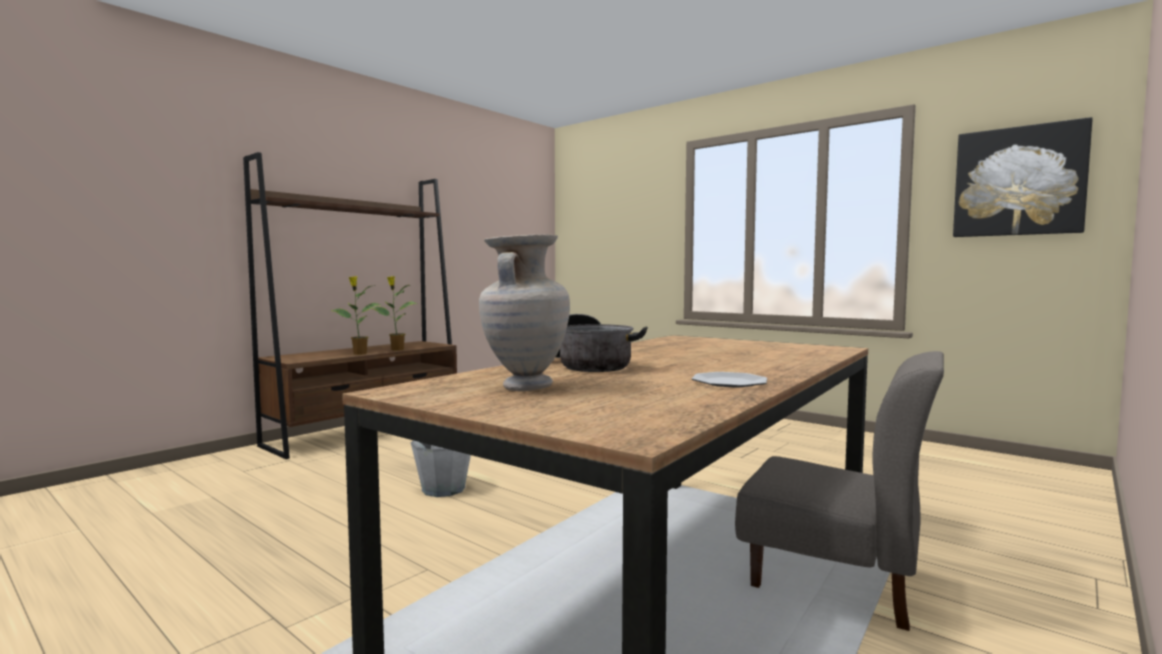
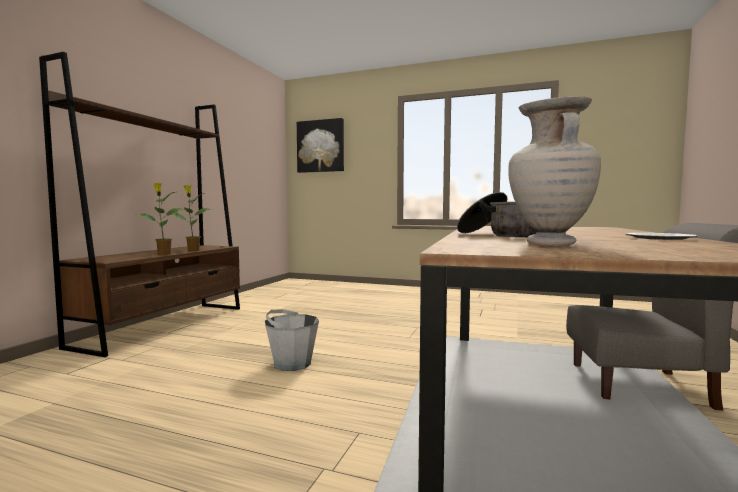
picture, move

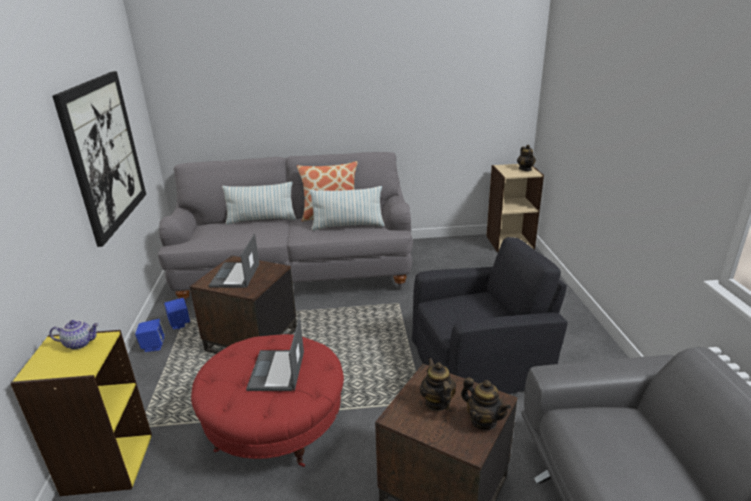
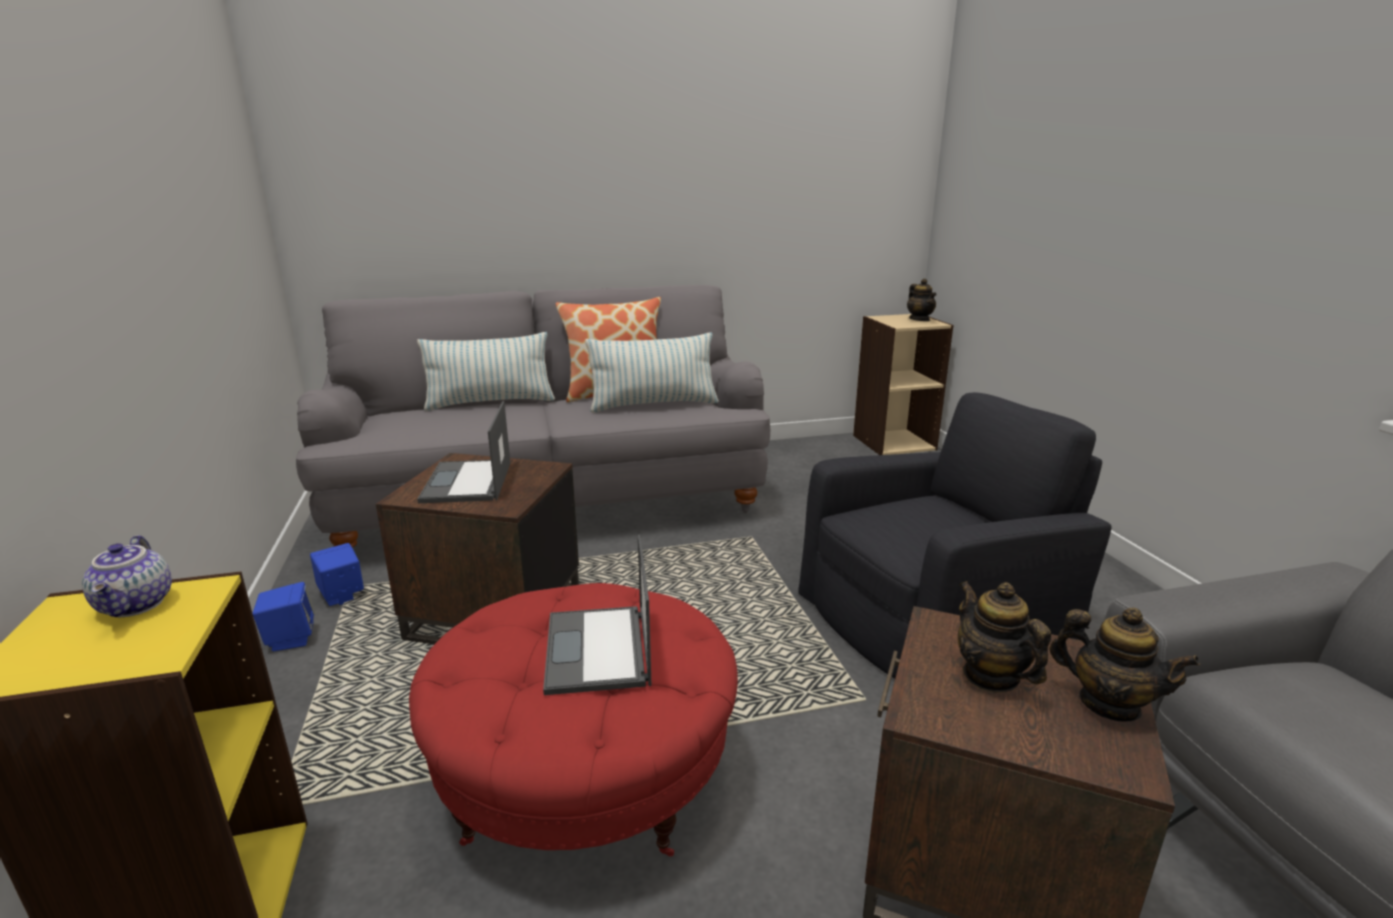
teapot (1st from left), 90 degrees clockwise
picture -> none

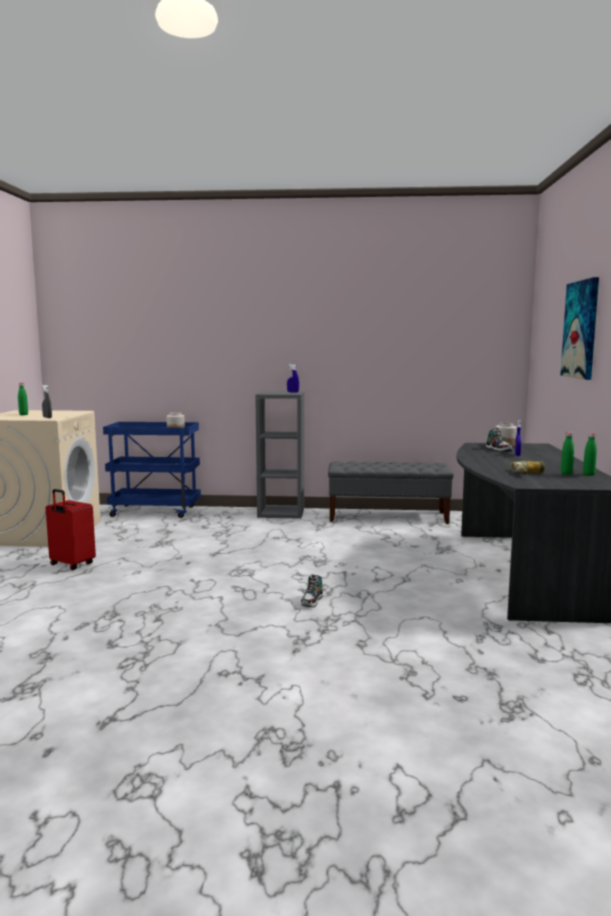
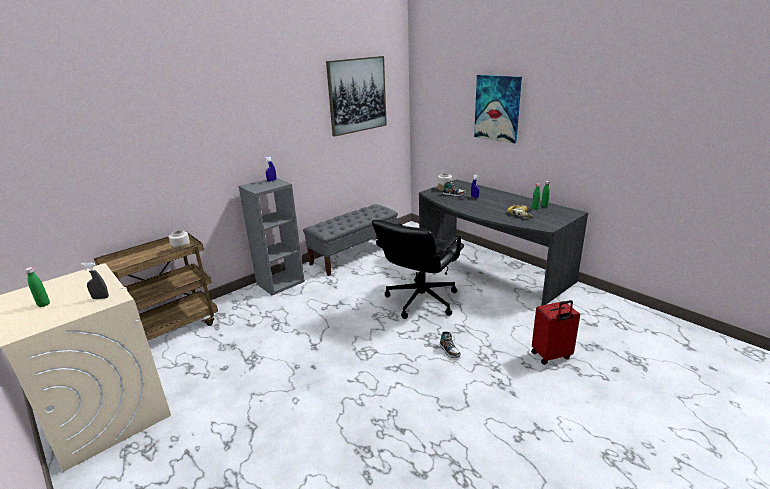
red suitcase, move
blue cart -> brown cart
none -> picture (1st from left)
none -> black office chair

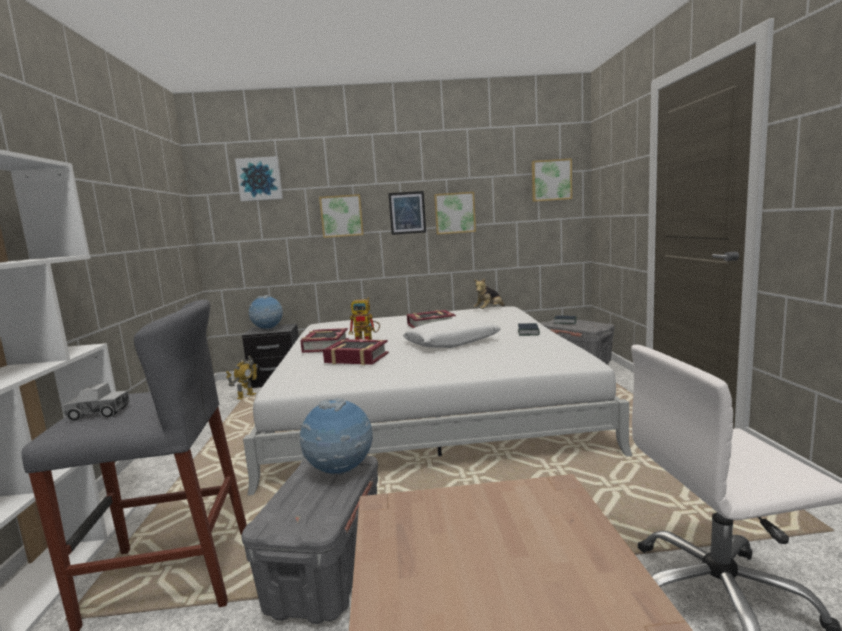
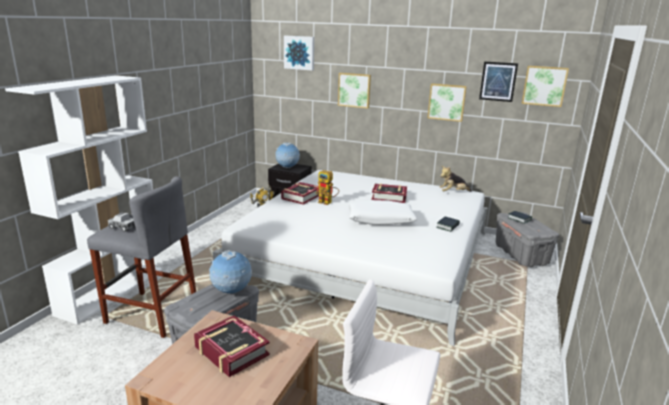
book (2nd from left in the first image) -> book (1st from left), move
picture (3rd from left in the first image) -> picture (4th from left), move

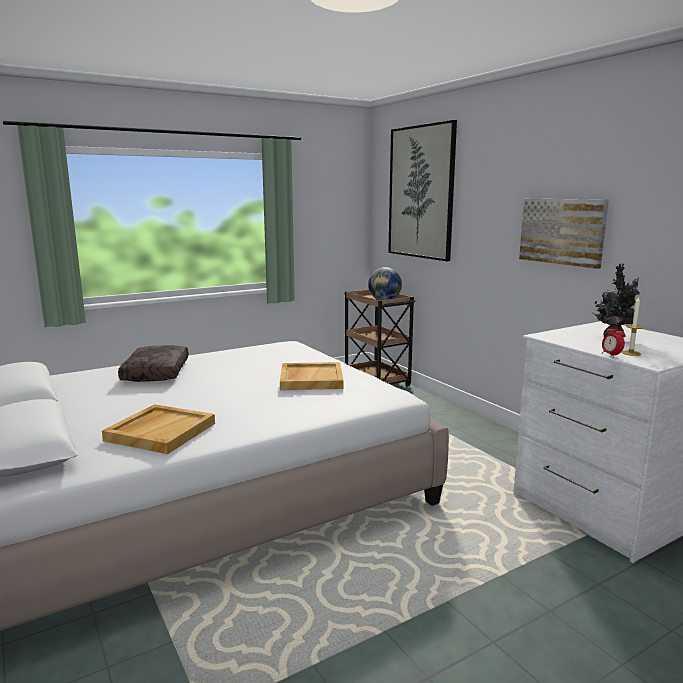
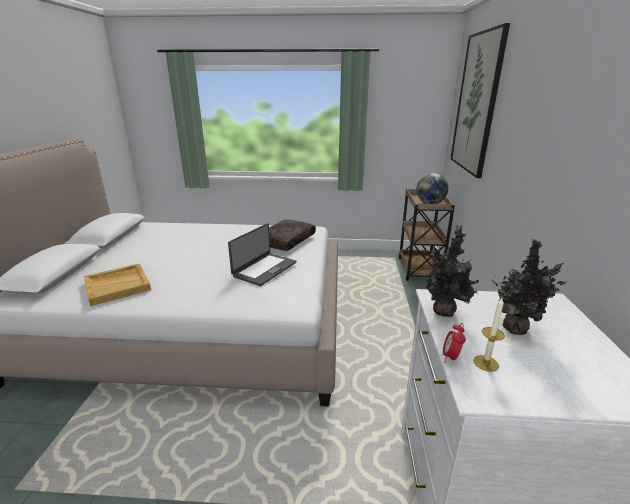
brown pillow, move
beige tray (2nd from left) -> laptop
picture (2nd from left) -> none
none -> potted plant (1st from left)

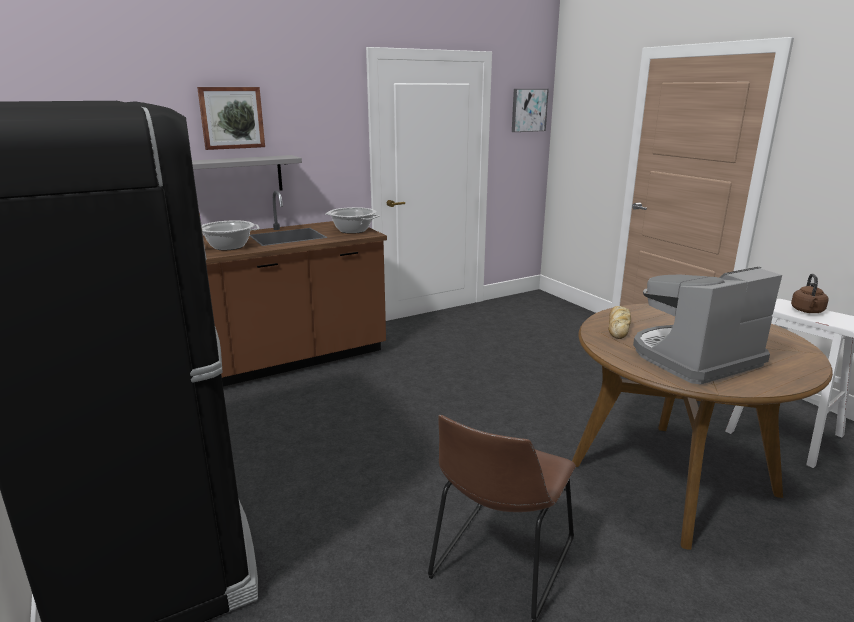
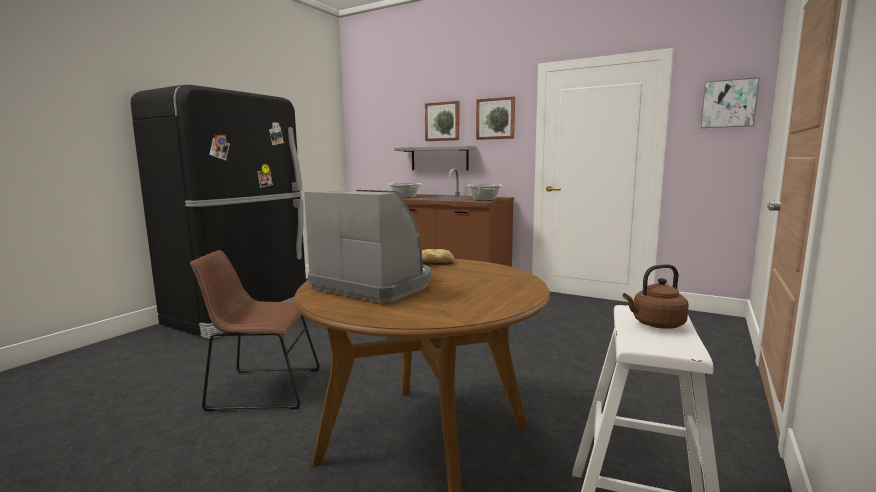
none -> picture (2nd from left)

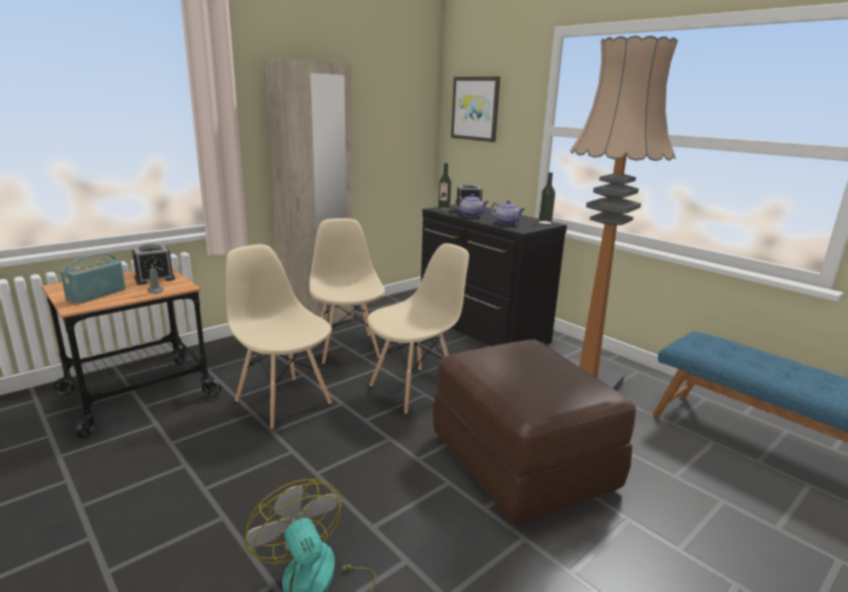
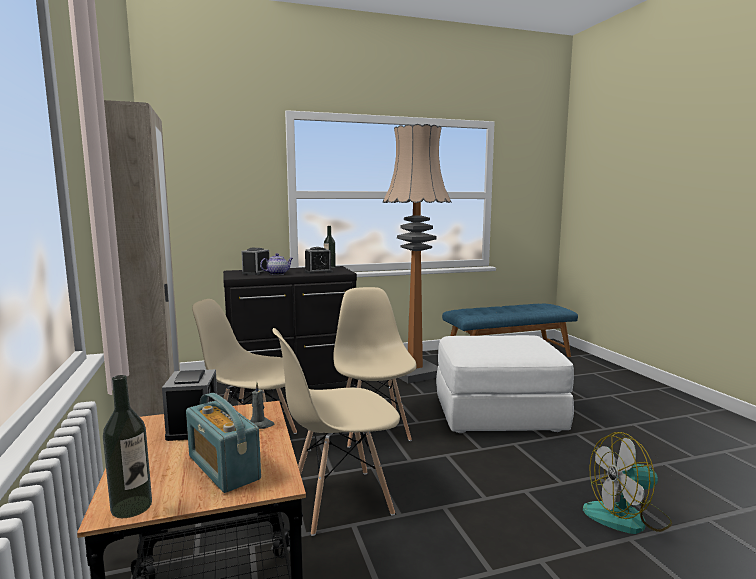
brown ottoman -> white ottoman
bottle (1st from left), move
picture -> none
teapot (2nd from left) -> alarm clock (3rd from left)

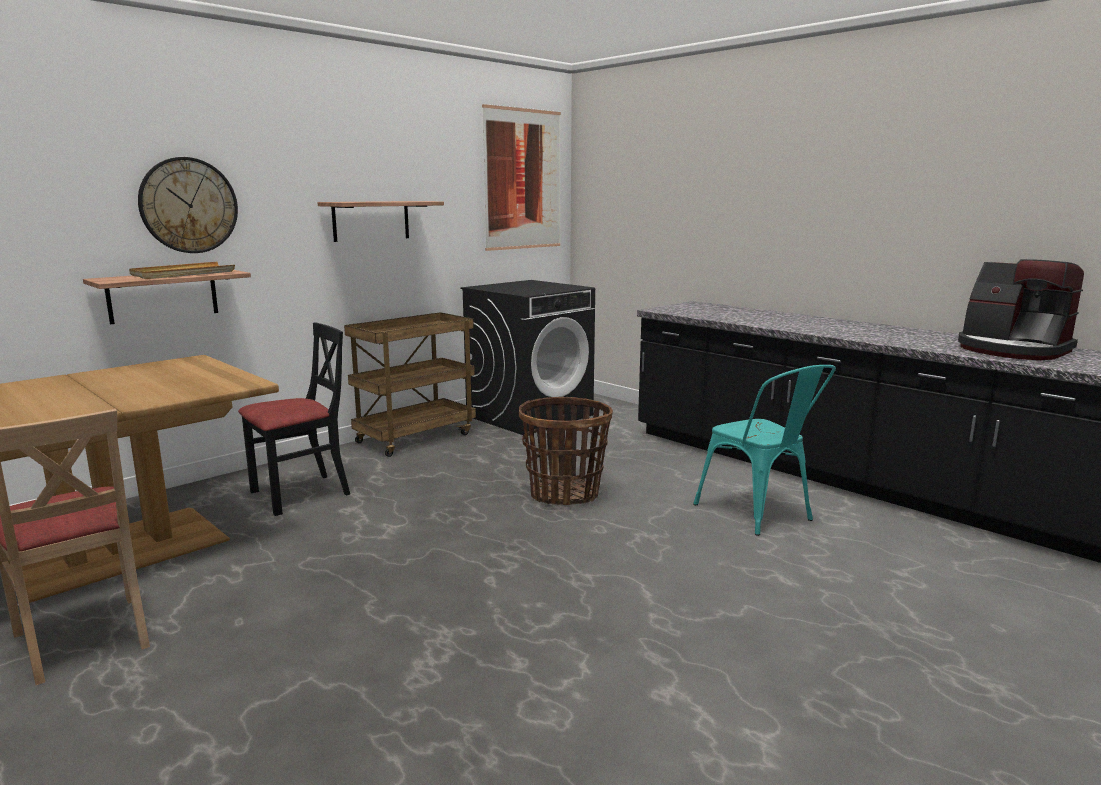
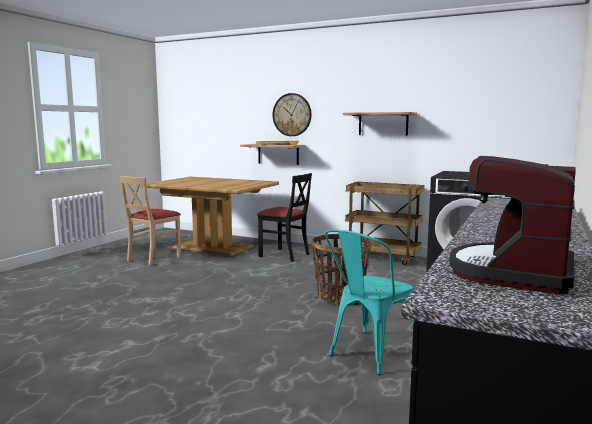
picture -> none

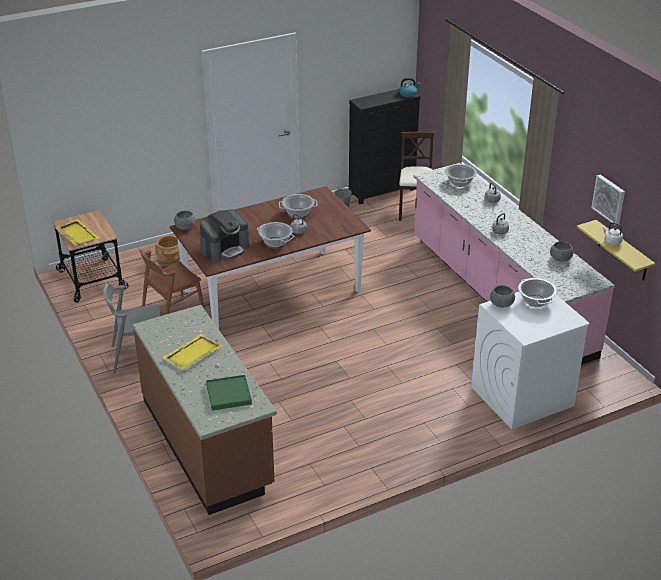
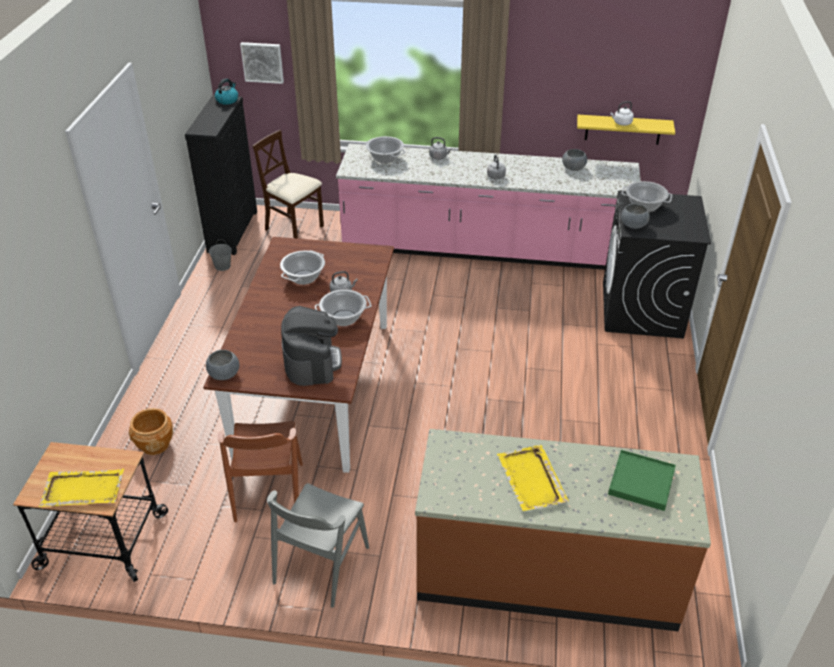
white washing machine -> black washing machine
picture, move

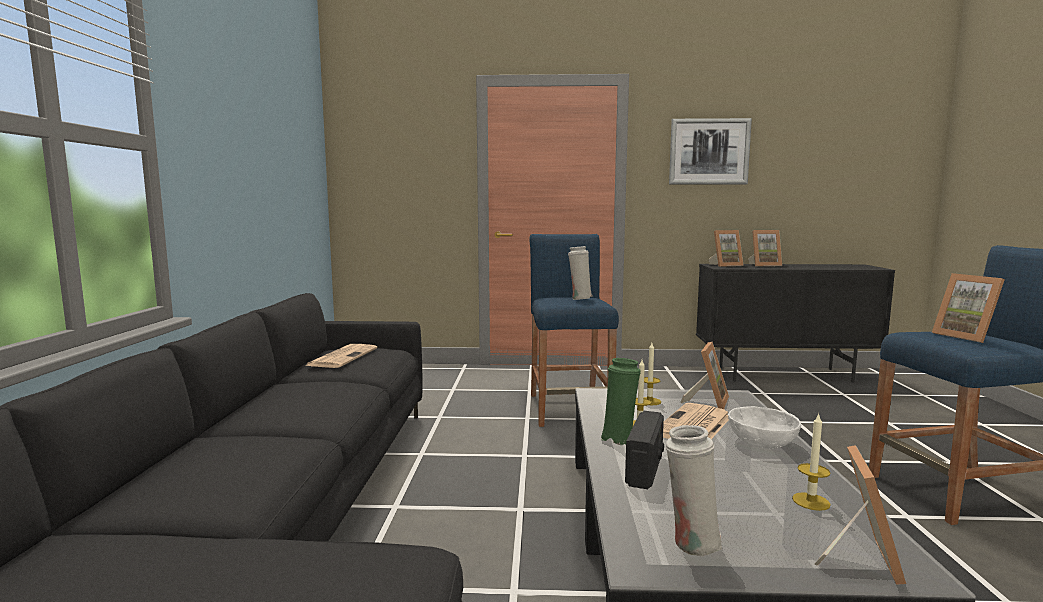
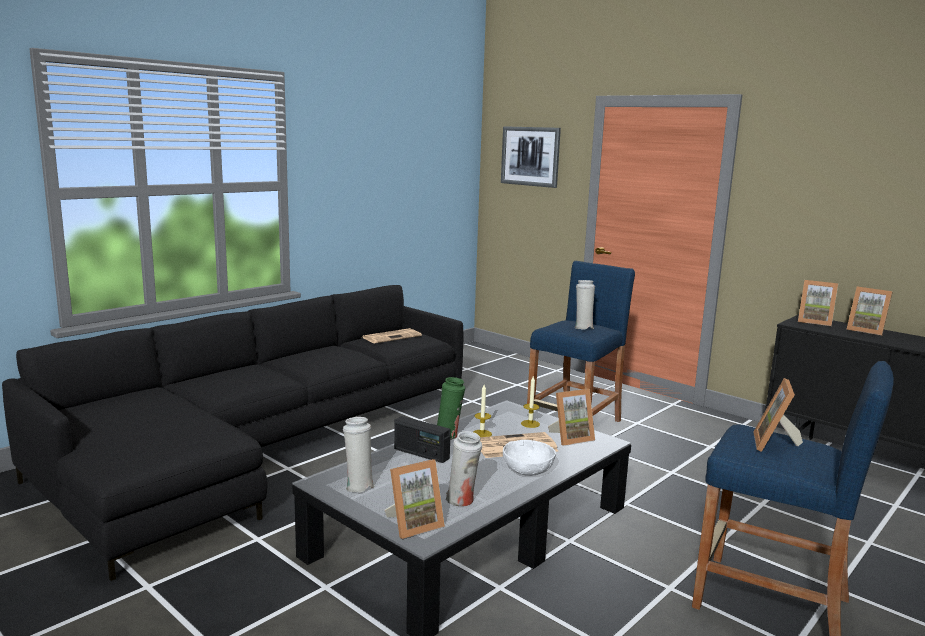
radio, 60 degrees clockwise
picture, move
candle (3rd from left) -> white vase (2nd from left)

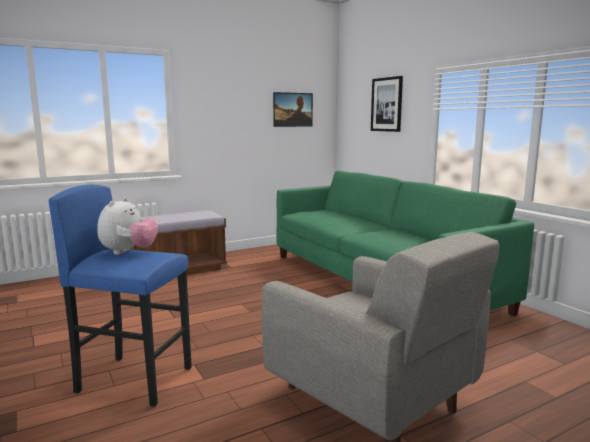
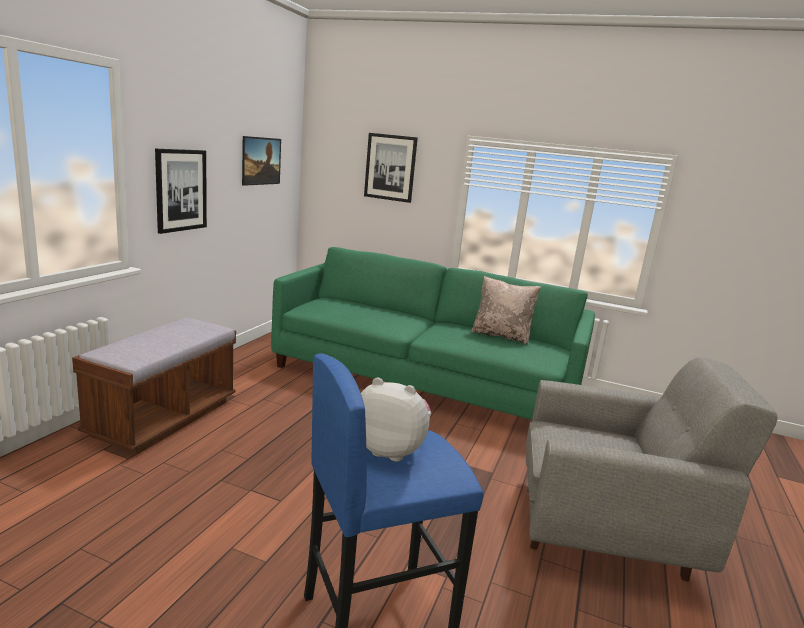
plush toy, 45 degrees counterclockwise
none -> picture (1st from left)
none -> beige pillow

